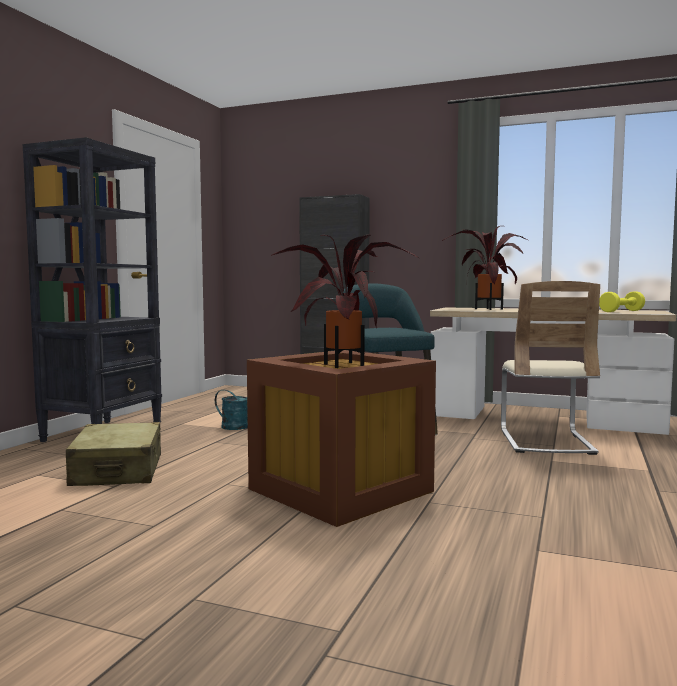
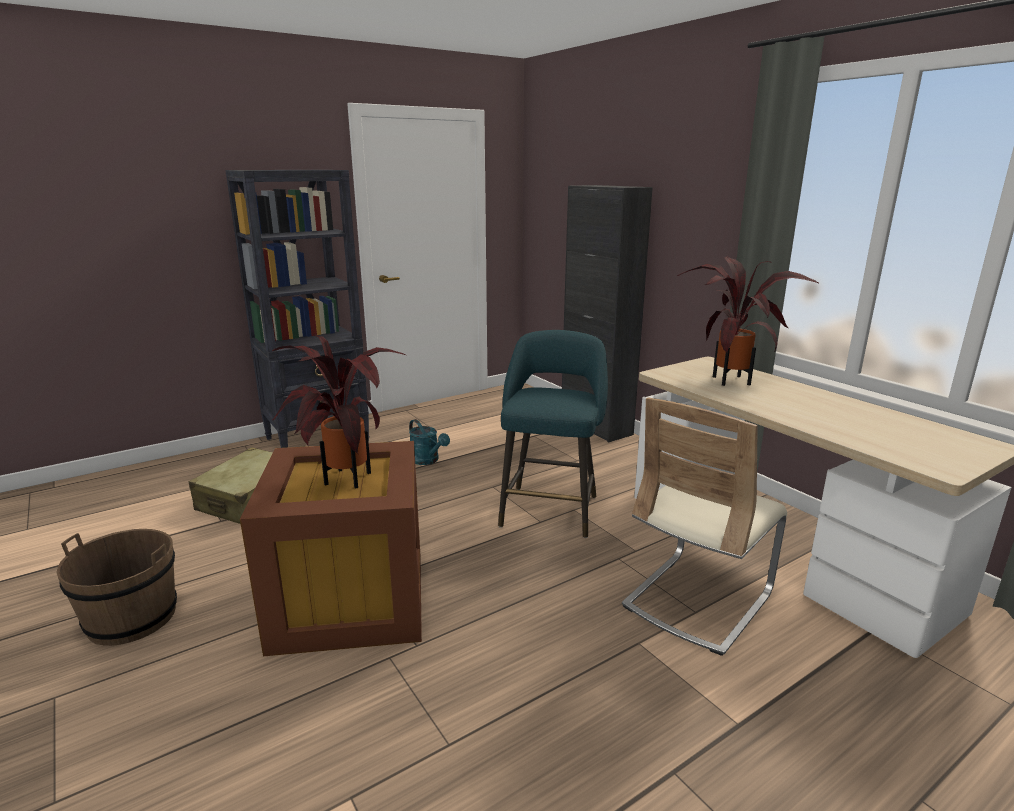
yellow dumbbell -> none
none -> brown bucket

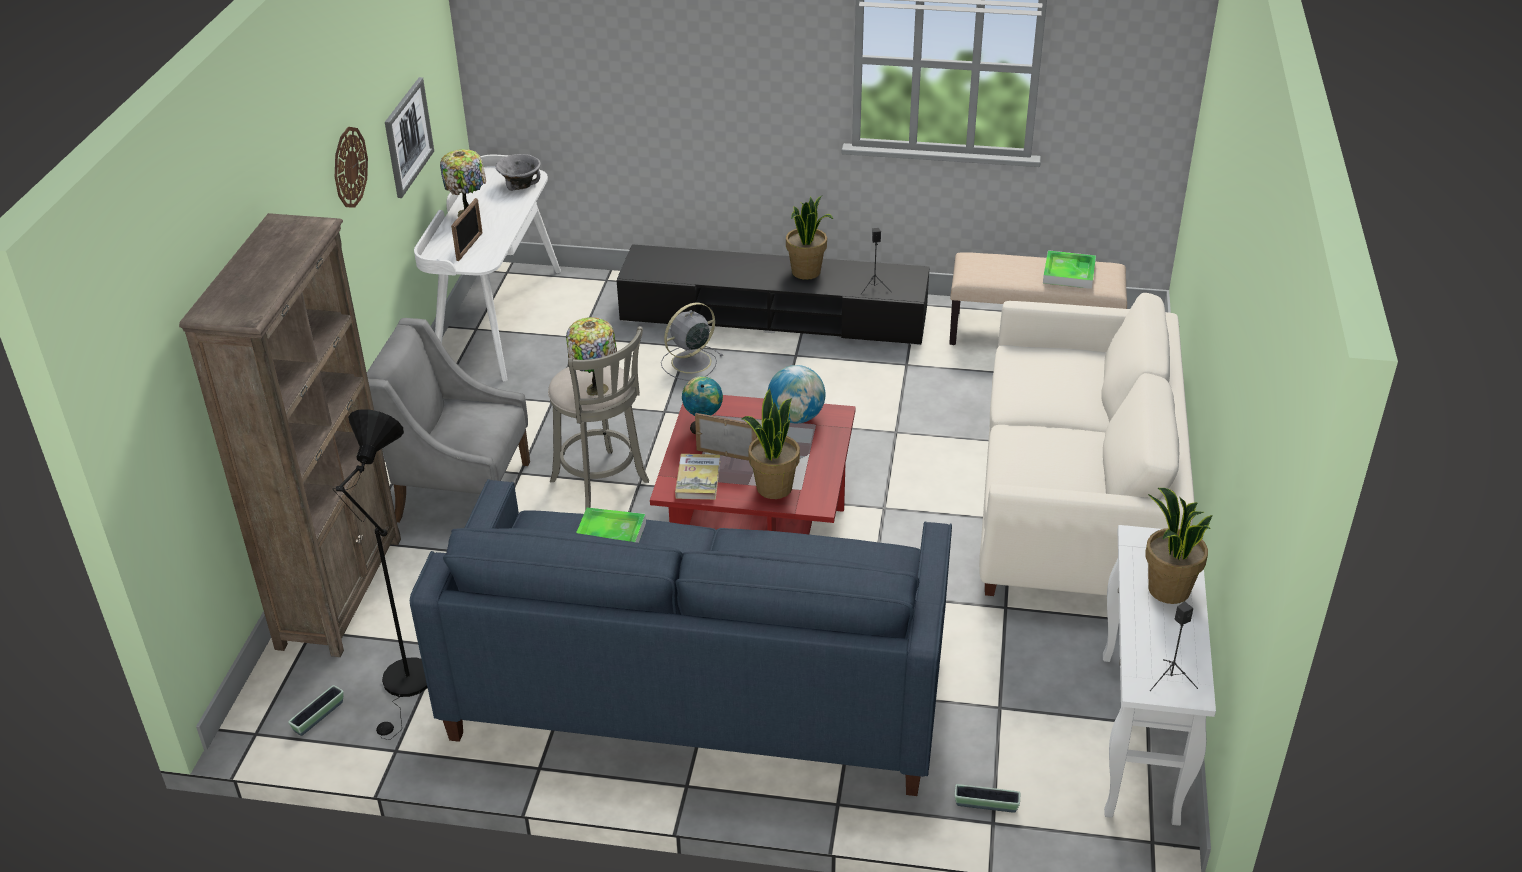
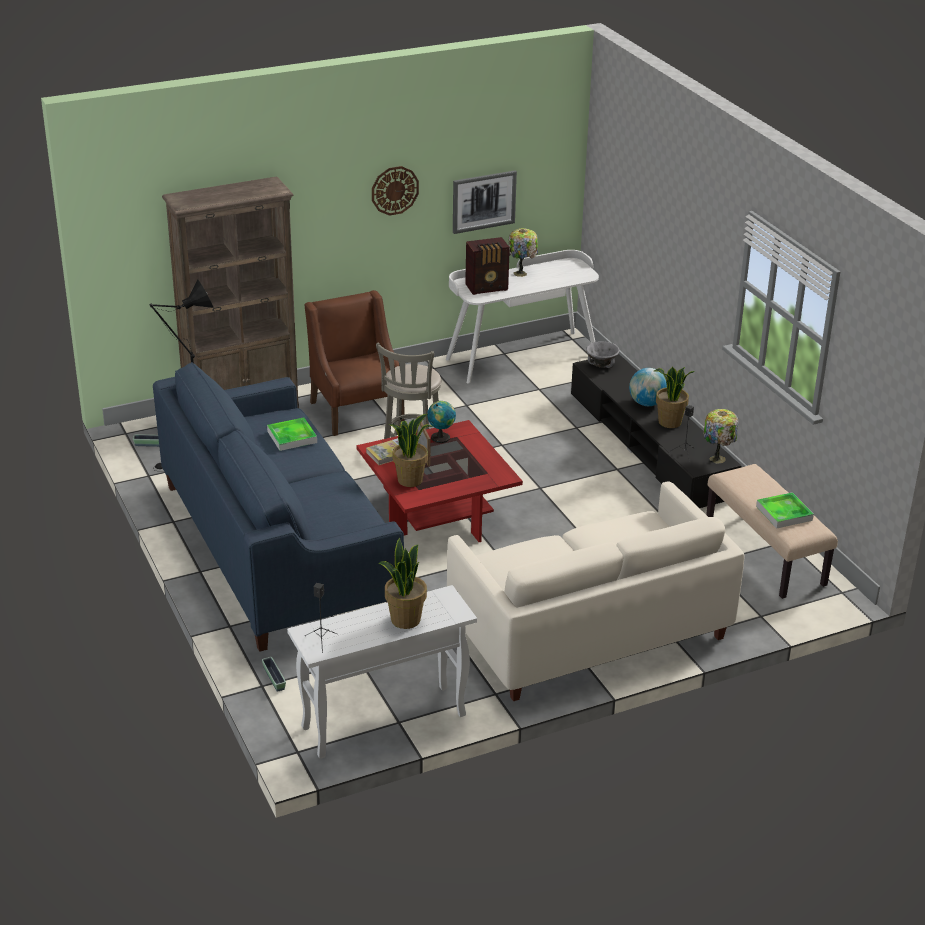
grey armchair -> brown armchair
picture frame (1st from left) -> radio
grey bowl, move
table lamp (2nd from left), move
grey fan -> none
globe (2nd from left), move

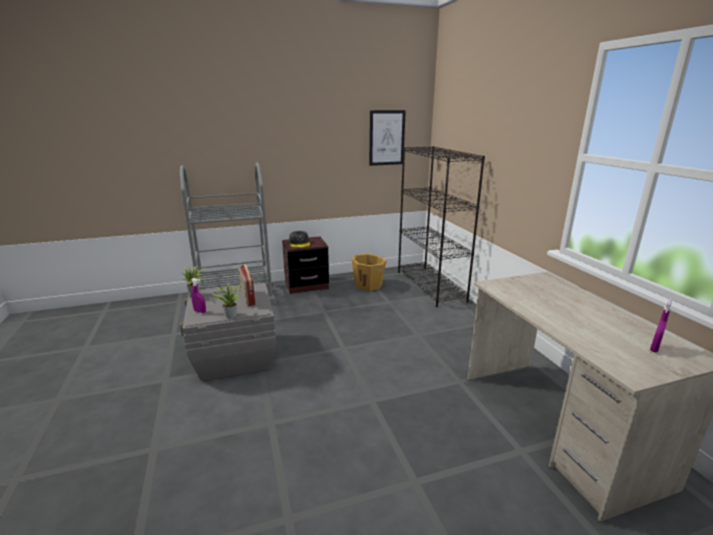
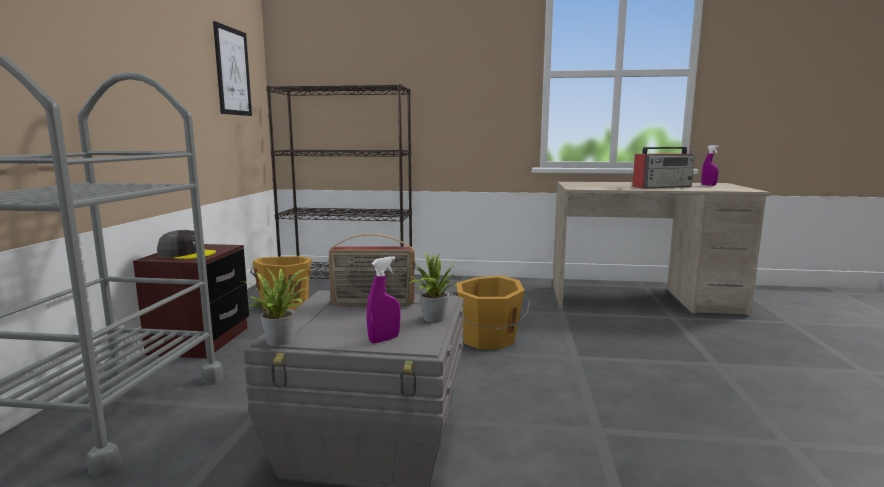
none -> orange bucket (2nd from left)
none -> radio (2nd from left)

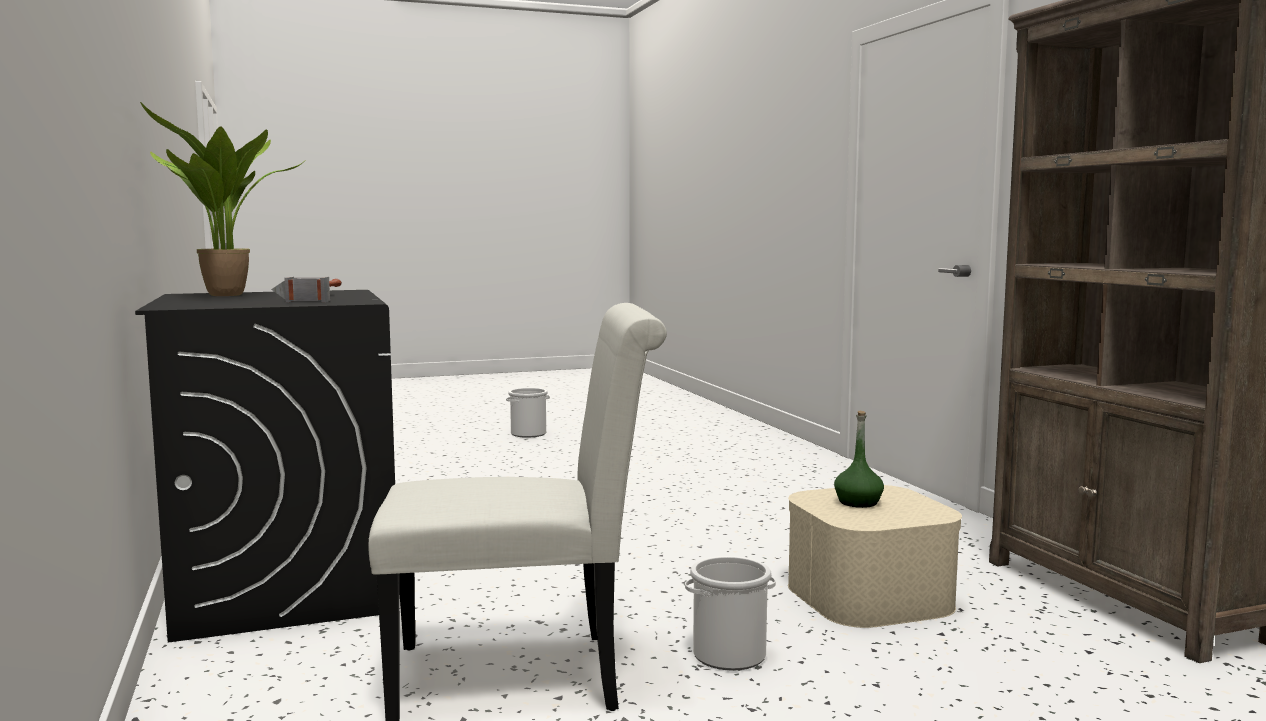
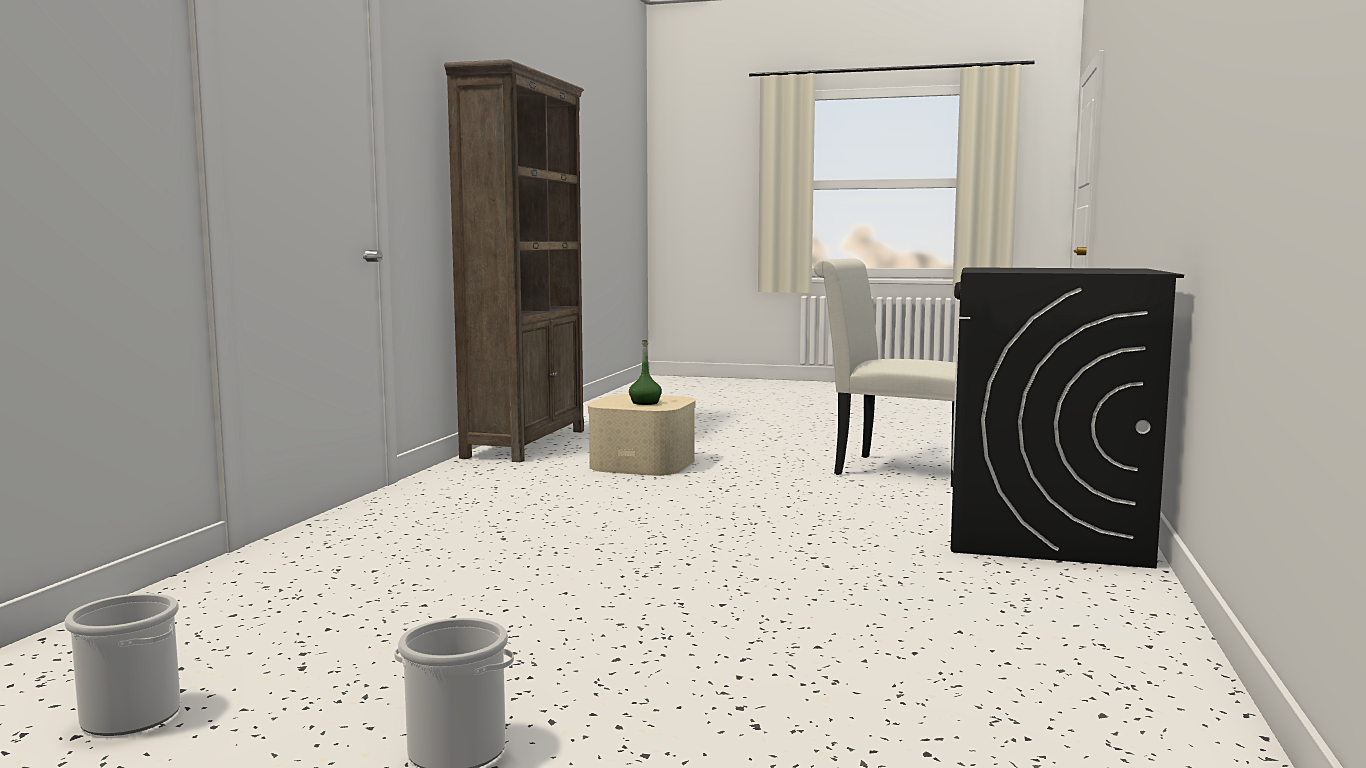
potted plant -> none
hammer -> none
bucket (2nd from left in the first image) -> bucket (1st from left), move

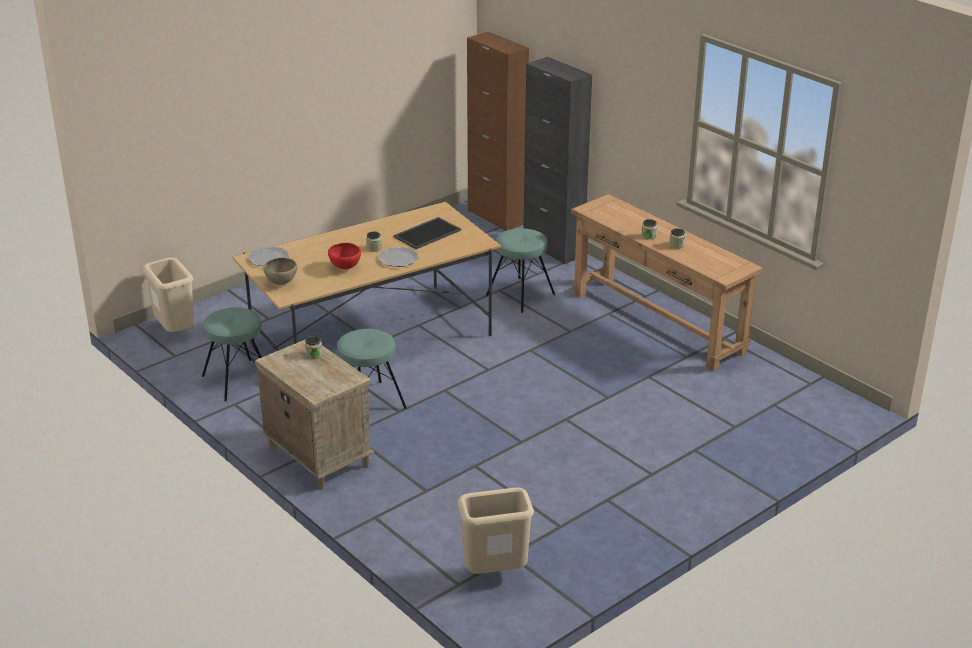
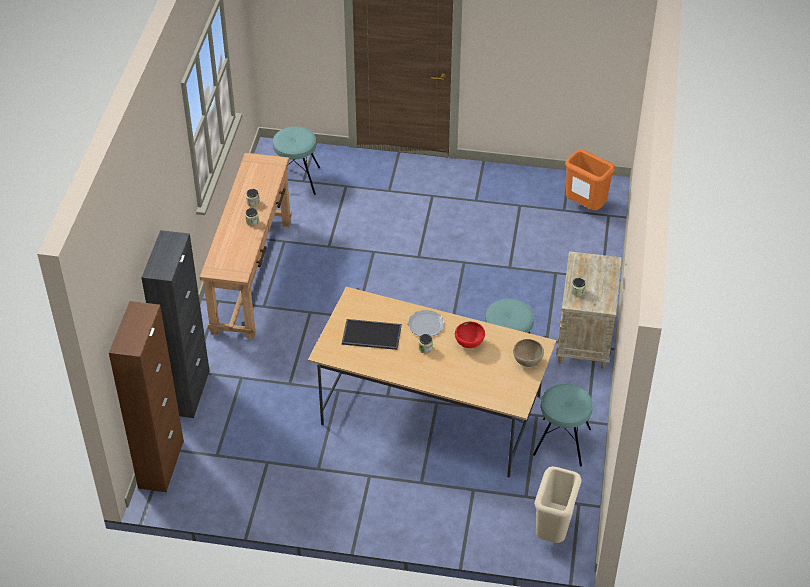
plate (1st from left) -> none
beige trash can (2nd from left) -> orange trash can
turquoise stool (3rd from left in the first image) -> turquoise stool (1st from left), move

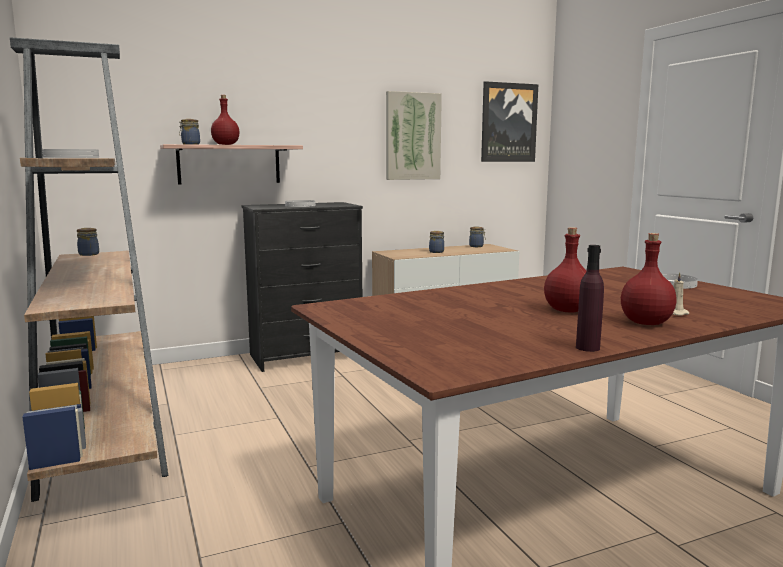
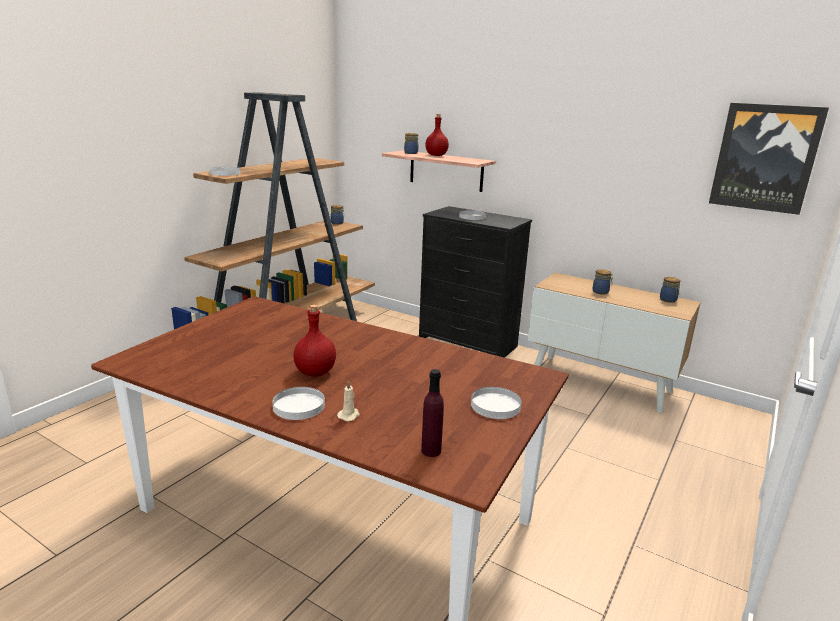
picture (1st from left) -> none
purple bottle, move
red bottle (3rd from left) -> white plate (2nd from left)

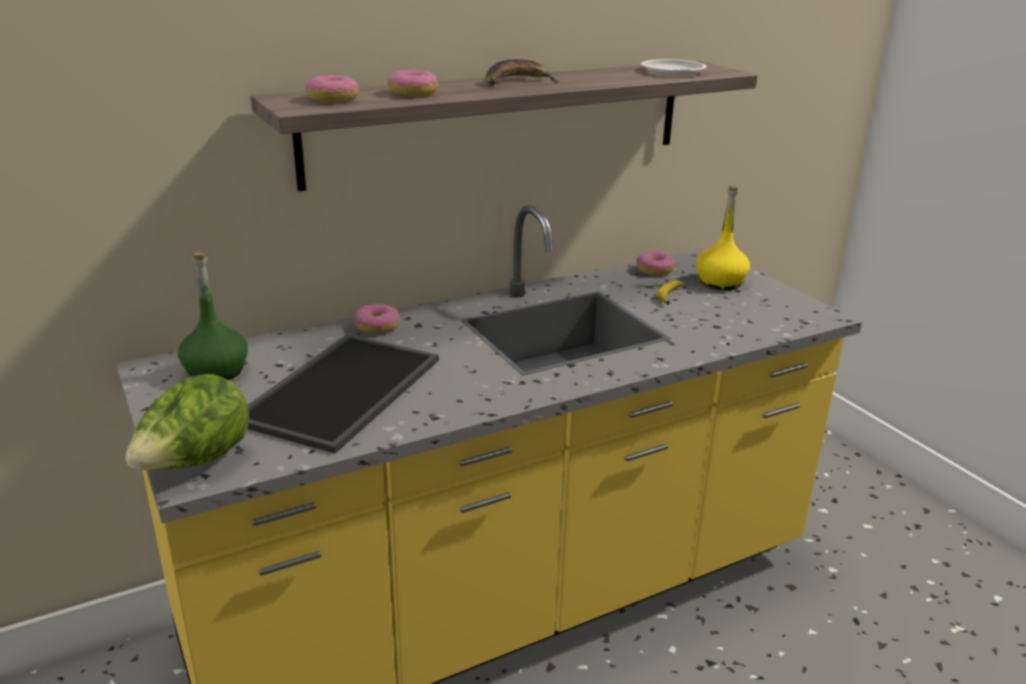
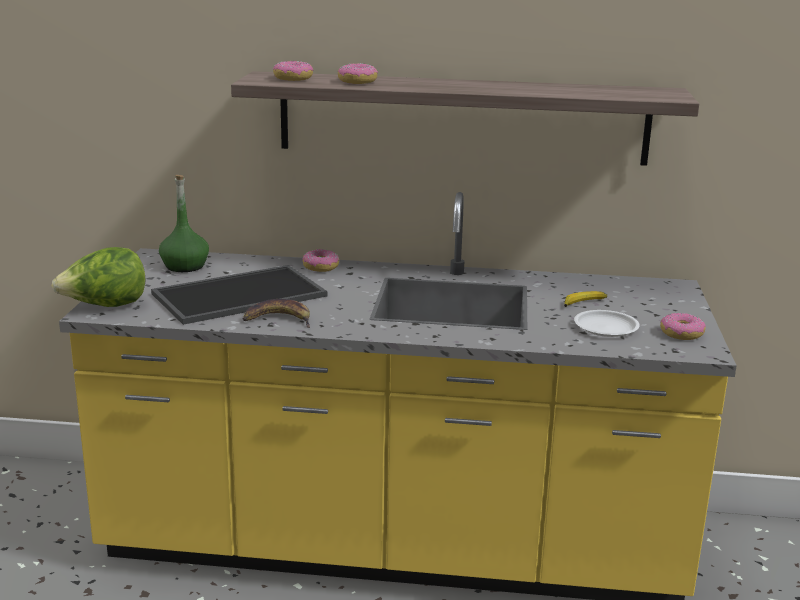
banana (1st from left), move
donut (4th from left), move
white plate, move
yellow bottle -> none

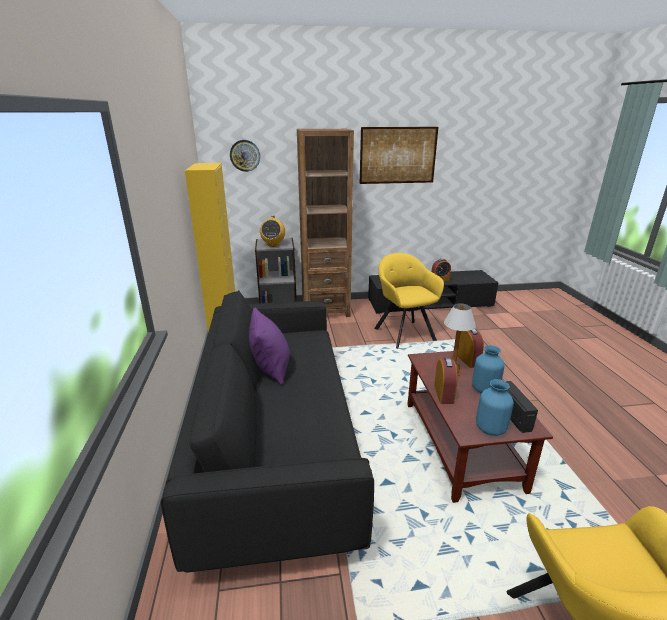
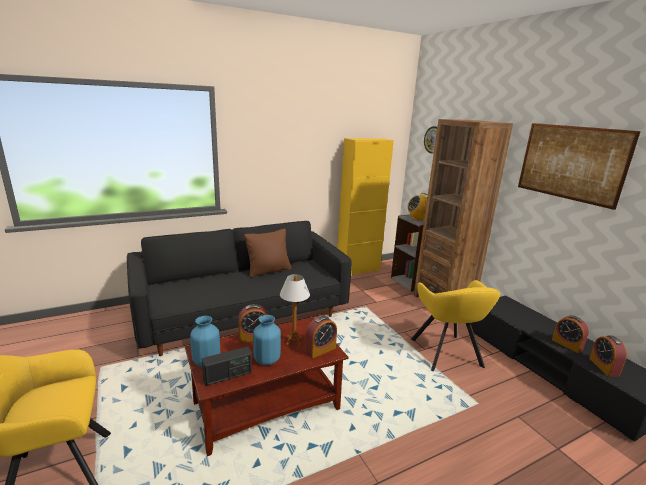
purple pillow -> brown pillow
yellow armchair (1st from left in the first image) -> yellow armchair (2nd from left), 120 degrees clockwise
none -> alarm clock (4th from left)

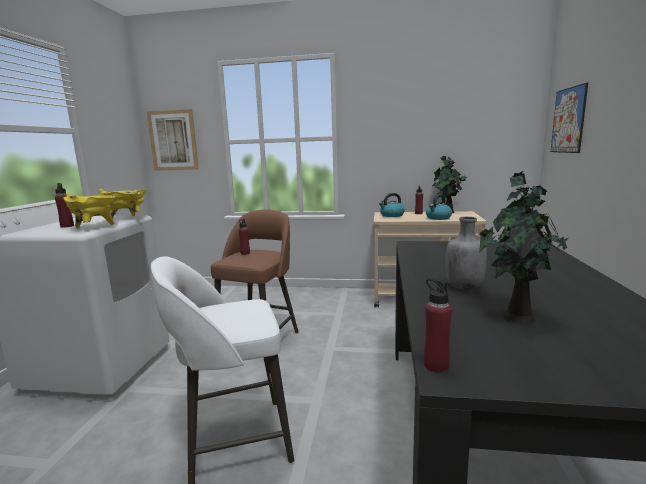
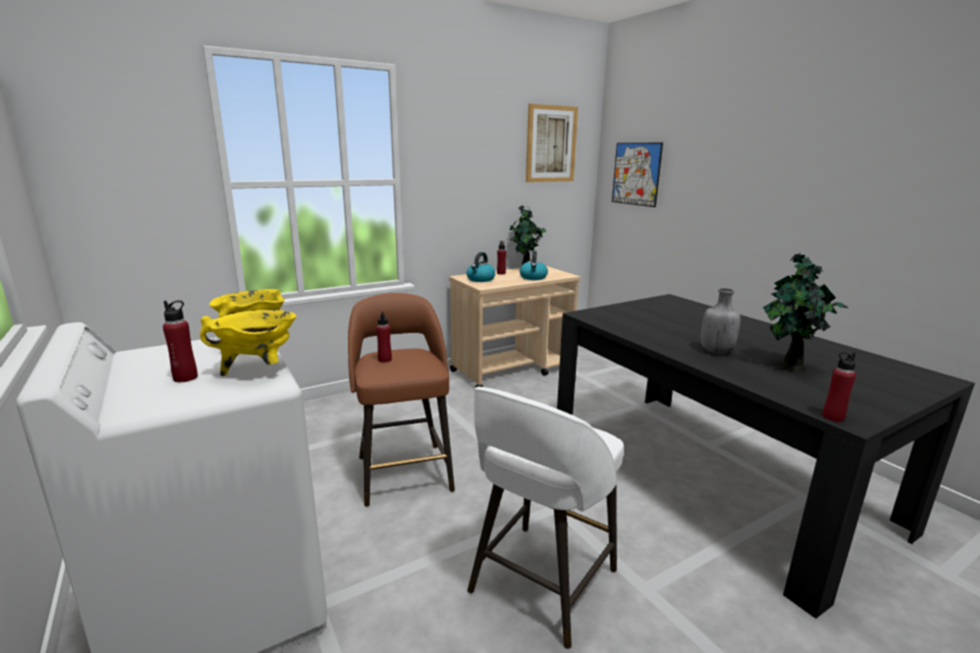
picture (1st from left), move

